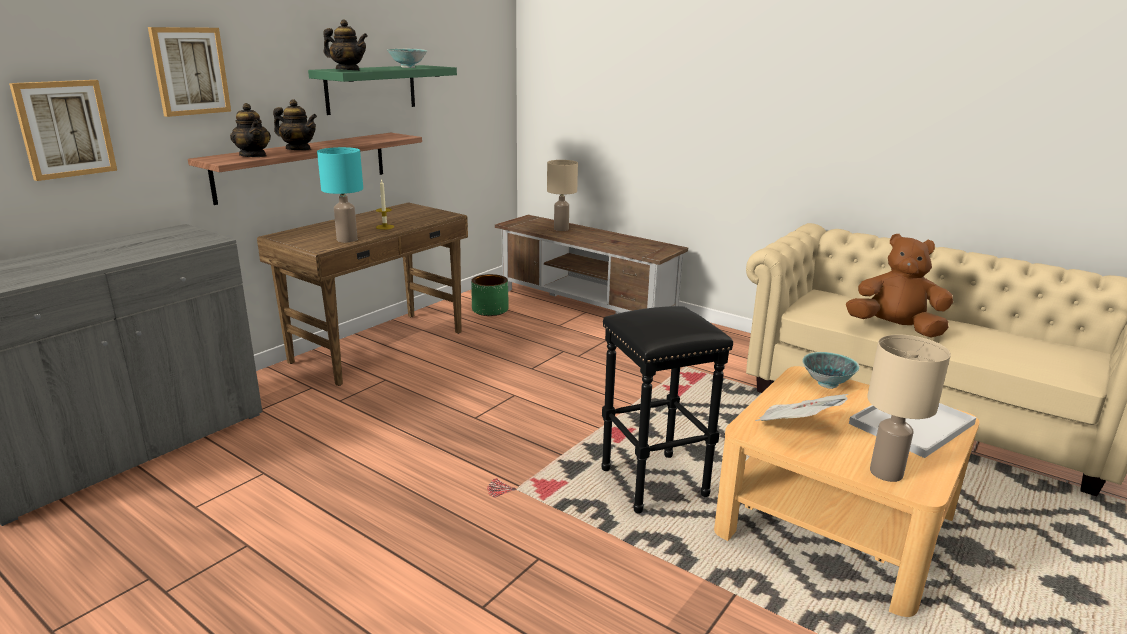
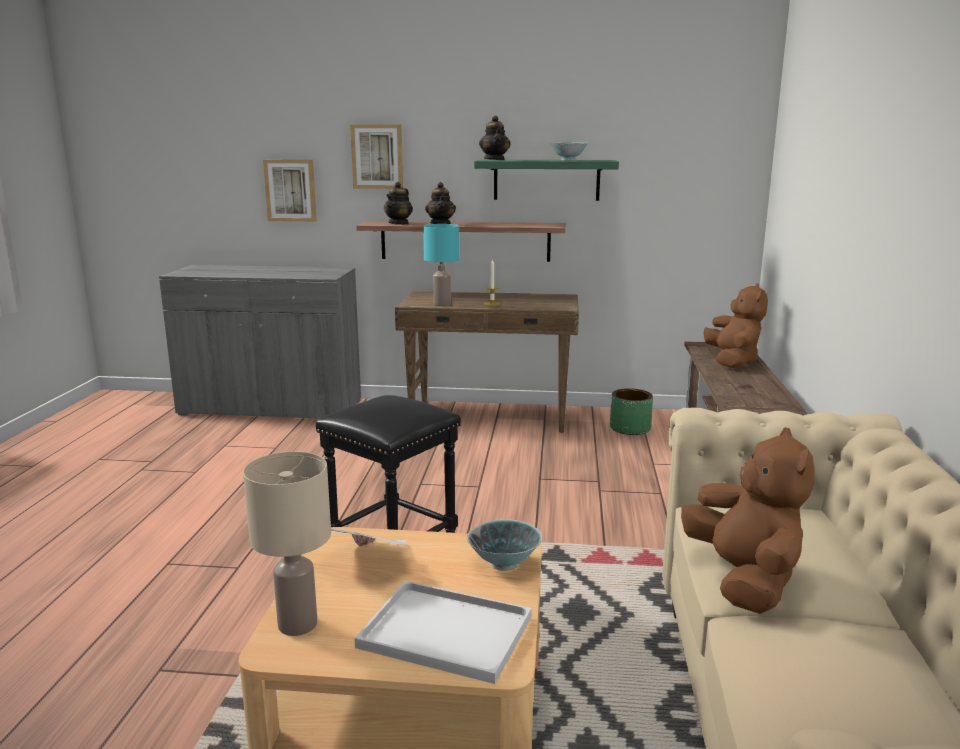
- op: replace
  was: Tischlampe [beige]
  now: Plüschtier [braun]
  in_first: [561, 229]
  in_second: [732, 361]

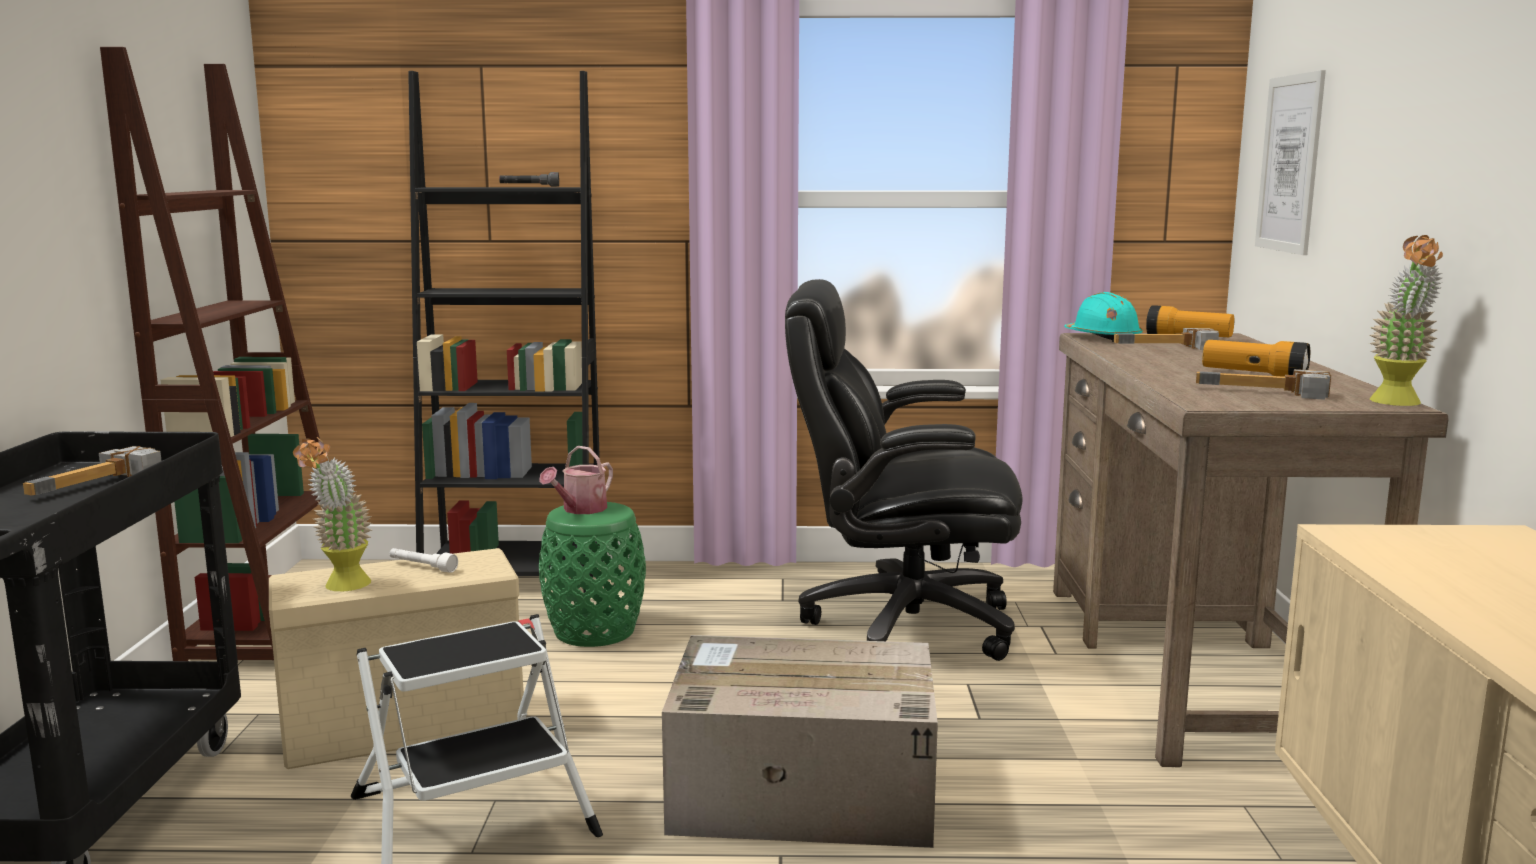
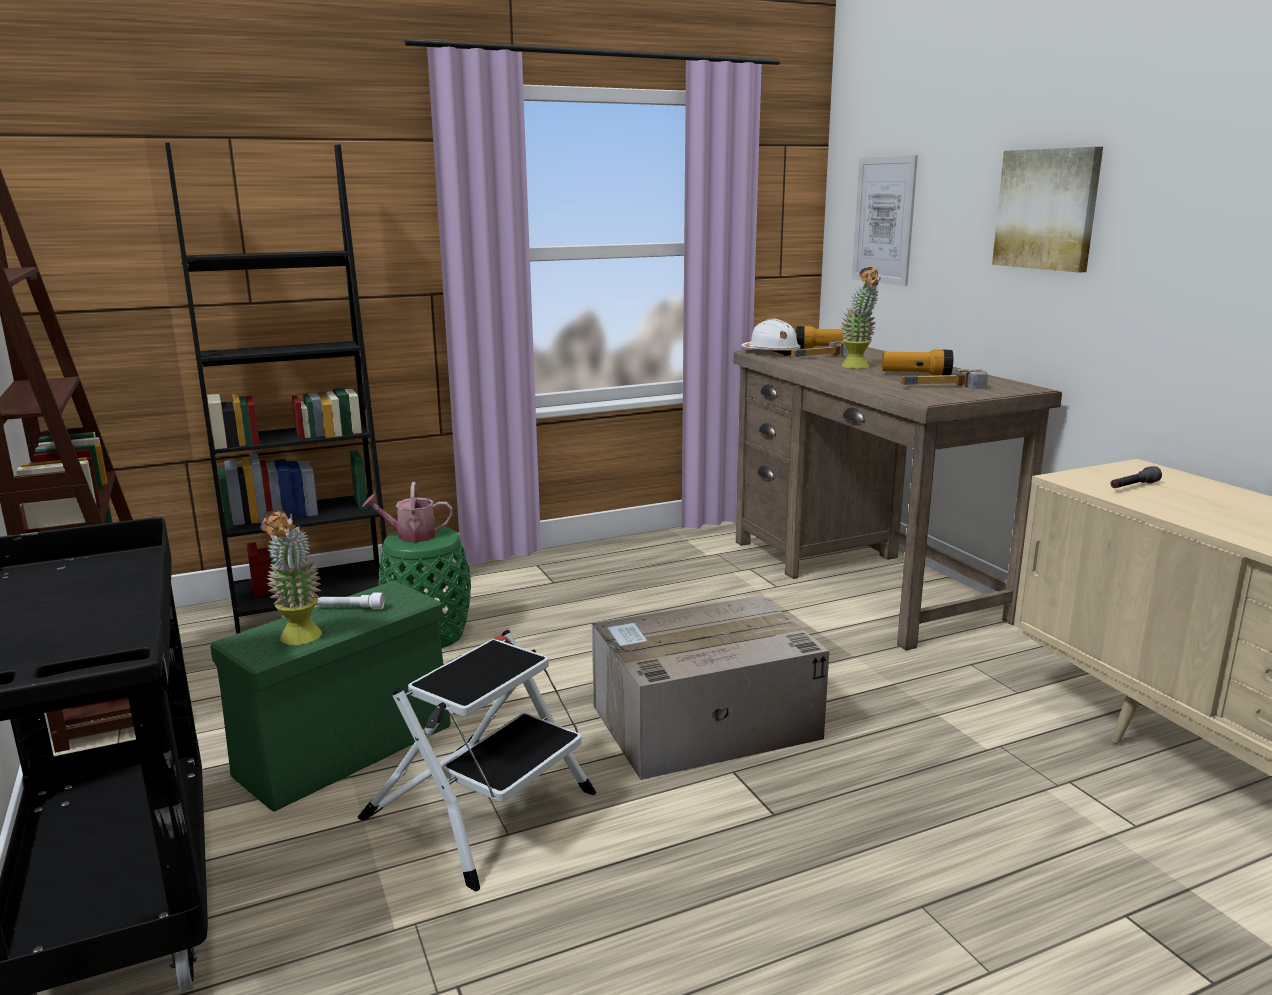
- op: delete
  was: Hammer
  in_first: [101, 483]
- op: recolor
  was: Aufbewahrungsbox [beige]
  now: Aufbewahrungsbox [grün]
  in_first: [408, 727]
  in_second: [348, 749]
- op: move
  was: Taschenlampe [grau]
  in_first: [529, 186]
  in_second: [1133, 487]
- op: rotate
  was: Gießkanne
  in_first: [580, 510]
  in_second: [410, 536]
  clockwise: 75
- op: delete
  was: Bürostuhl [schwarz]
  in_first: [899, 626]
- op: recolor
  was: Schutzhelm [türkis]
  now: Schutzhelm [weiß]
  in_first: [1103, 338]
  in_second: [771, 353]
- op: move
  was: Topfpflanze
  in_first: [1398, 404]
  in_second: [858, 367]
- op: insert
  now: Bild
  in_second: [1047, 209]

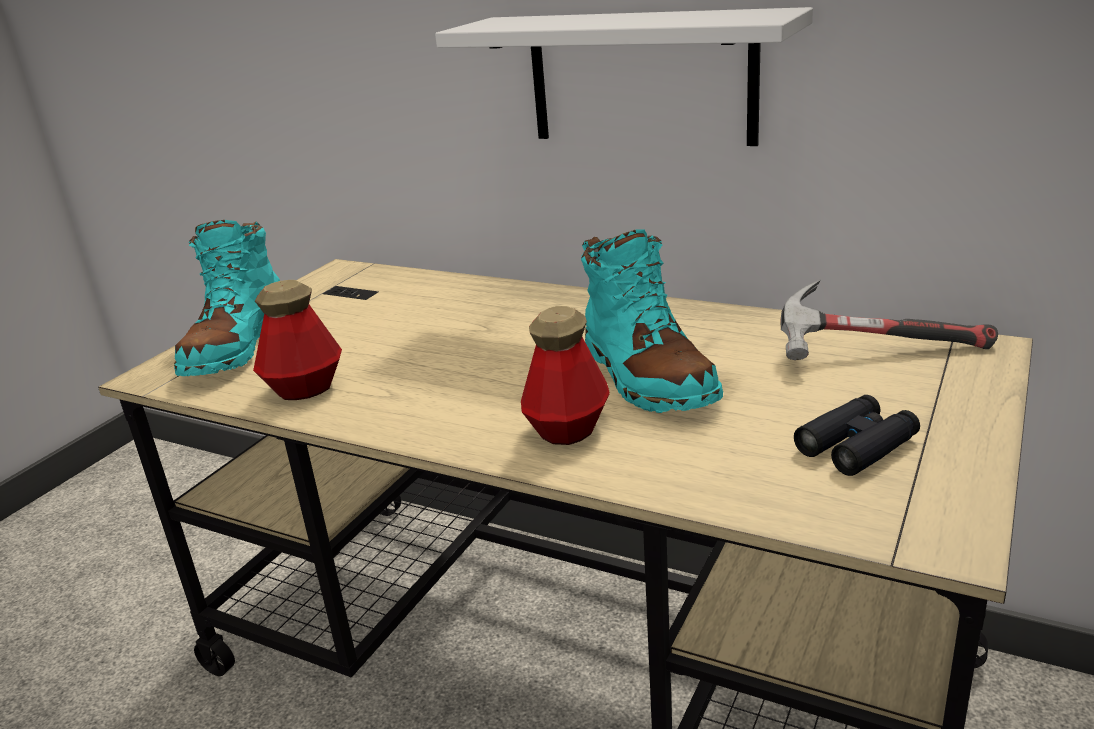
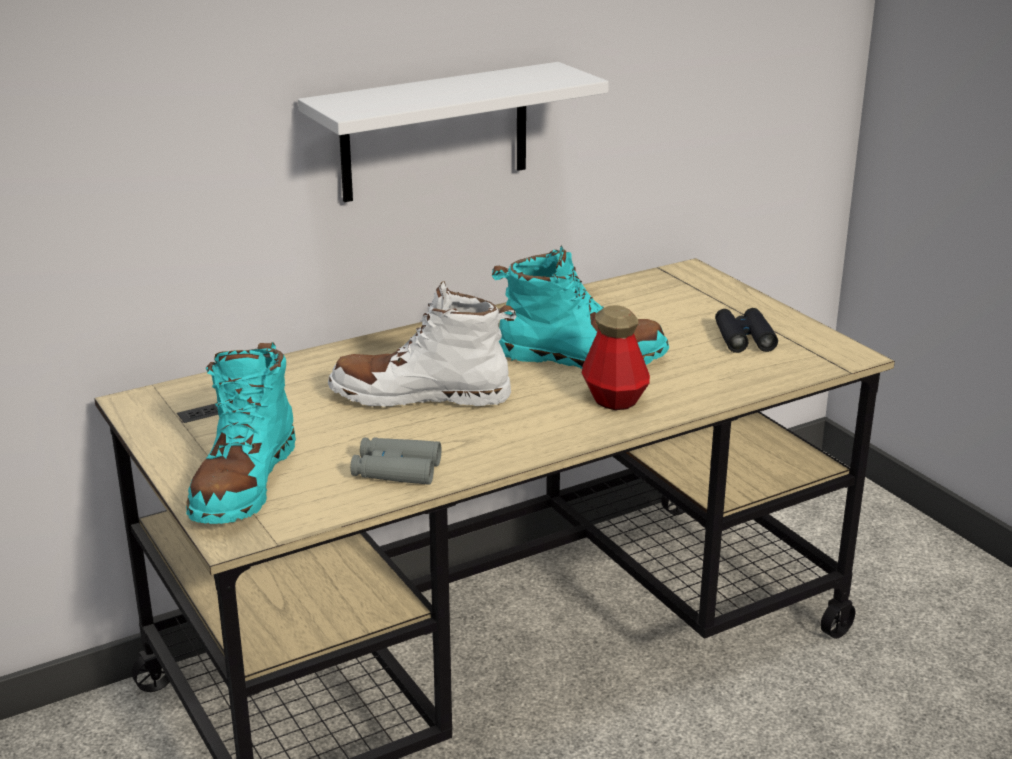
- op: rotate
  was: Stiefel [türkis]
  in_first: [237, 347]
  in_second: [244, 483]
  clockwise: 60
- op: replace
  was: Flasche
  now: Fernglas [grau]
  in_first: [304, 389]
  in_second: [396, 470]
- op: delete
  was: Hammer
  in_first: [877, 352]
- op: insert
  now: Stiefel [weiß]
  in_second: [421, 396]

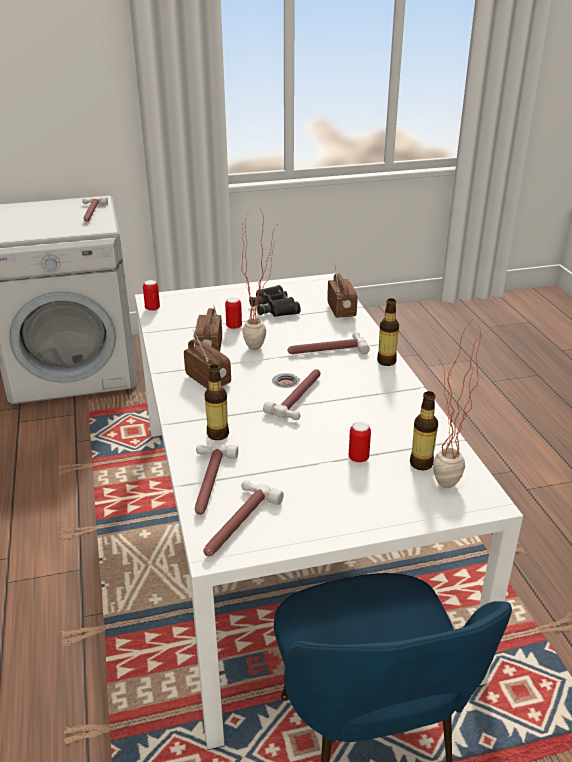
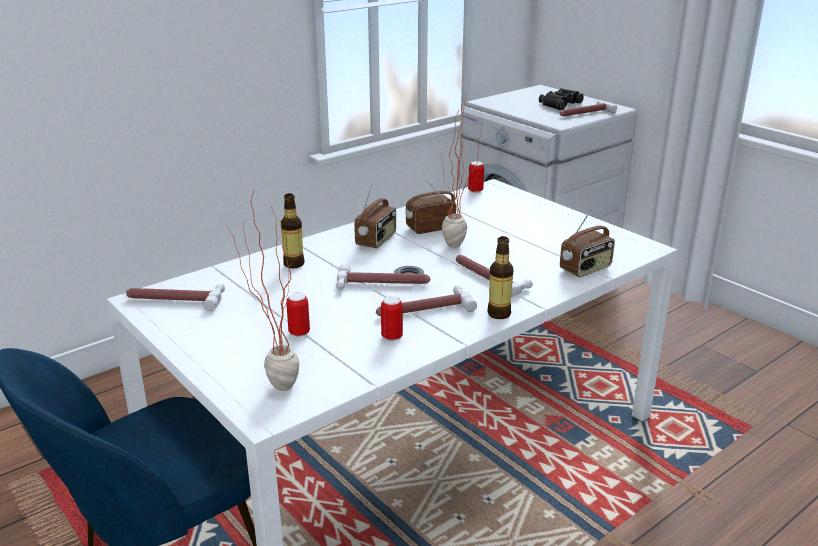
- op: move
  was: Hammer
  in_first: [208, 483]
  in_second: [423, 309]
- op: move
  was: Dose
  in_first: [234, 327]
  in_second: [392, 336]
- op: move
  was: Fernglas [schwarz]
  in_first: [274, 307]
  in_second: [559, 104]
- op: delete
  was: Flasche
  in_first: [421, 464]

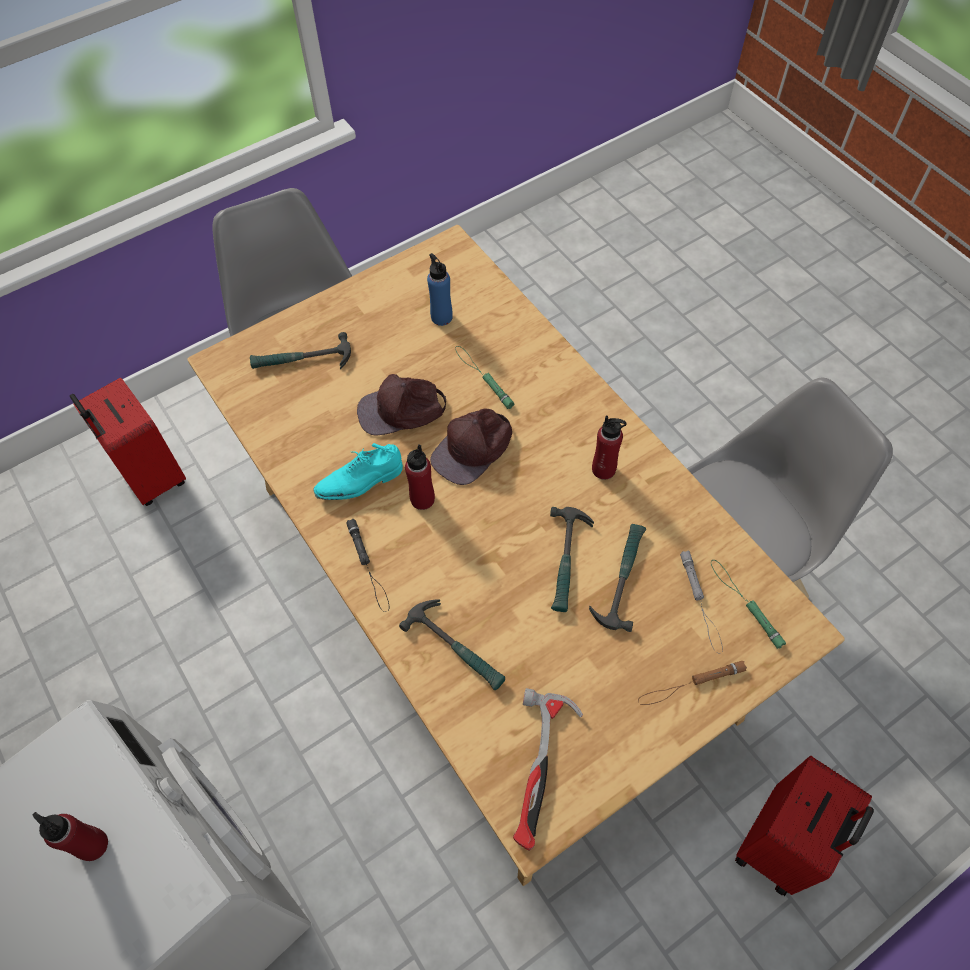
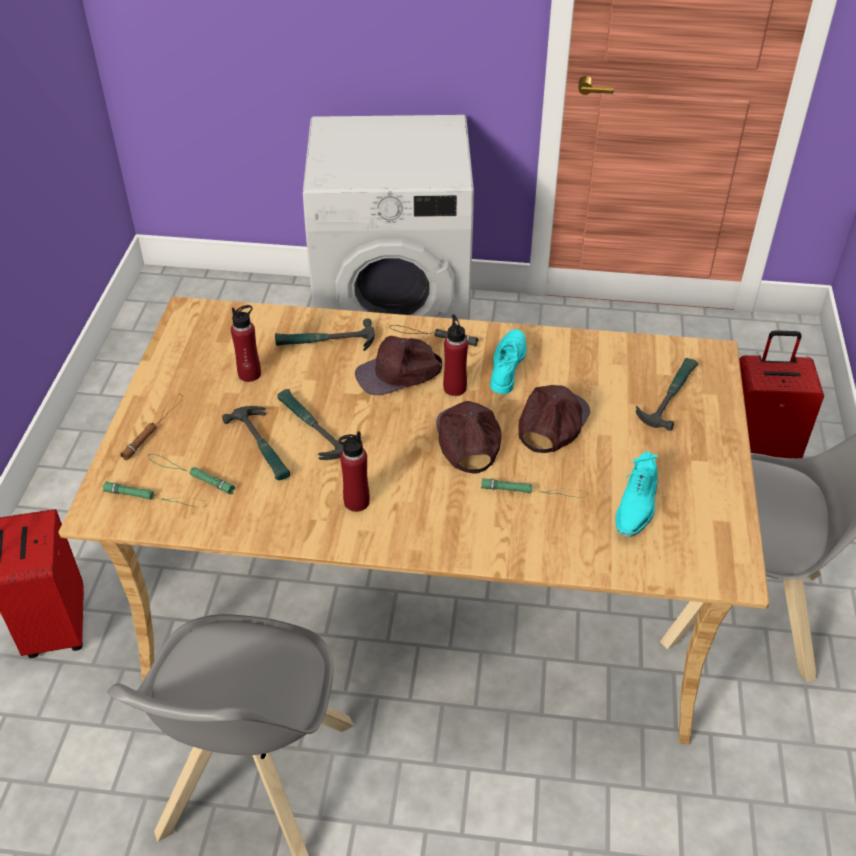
- op: move
  was: Flasche [rot]
  in_first: [92, 844]
  in_second: [249, 374]
- op: replace
  was: Flasche [blau]
  now: Schuh [türkis]
  in_first: [441, 317]
  in_second: [636, 507]
- op: delete
  was: Hammer
  in_first: [541, 770]
- op: recolor
  was: Taschenlampe [grau]
  now: Taschenlampe [grün]
  in_first: [701, 602]
  in_second: [190, 474]
- op: insert
  now: Kappe [braun]
  in_second: [399, 373]

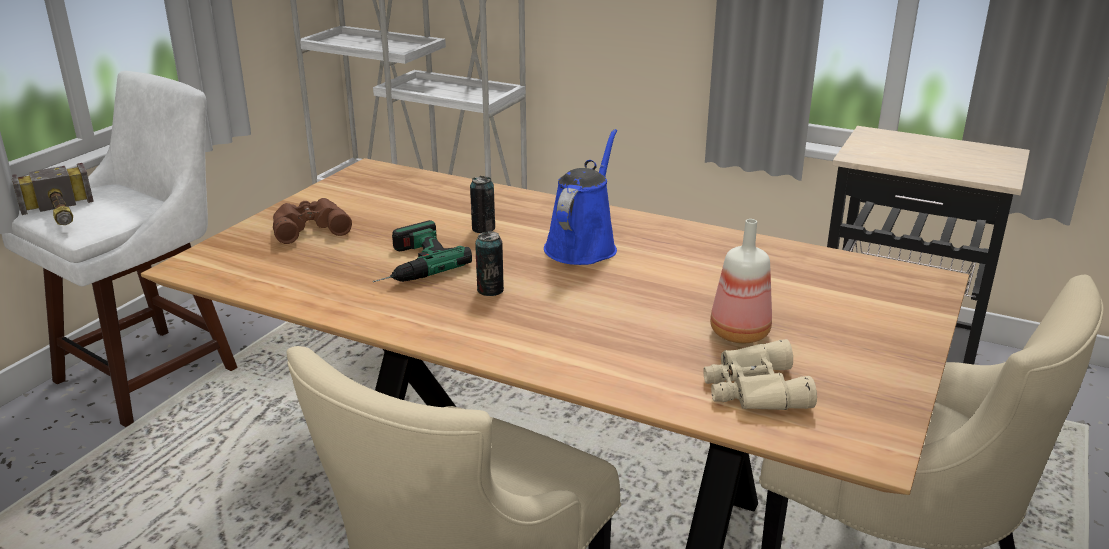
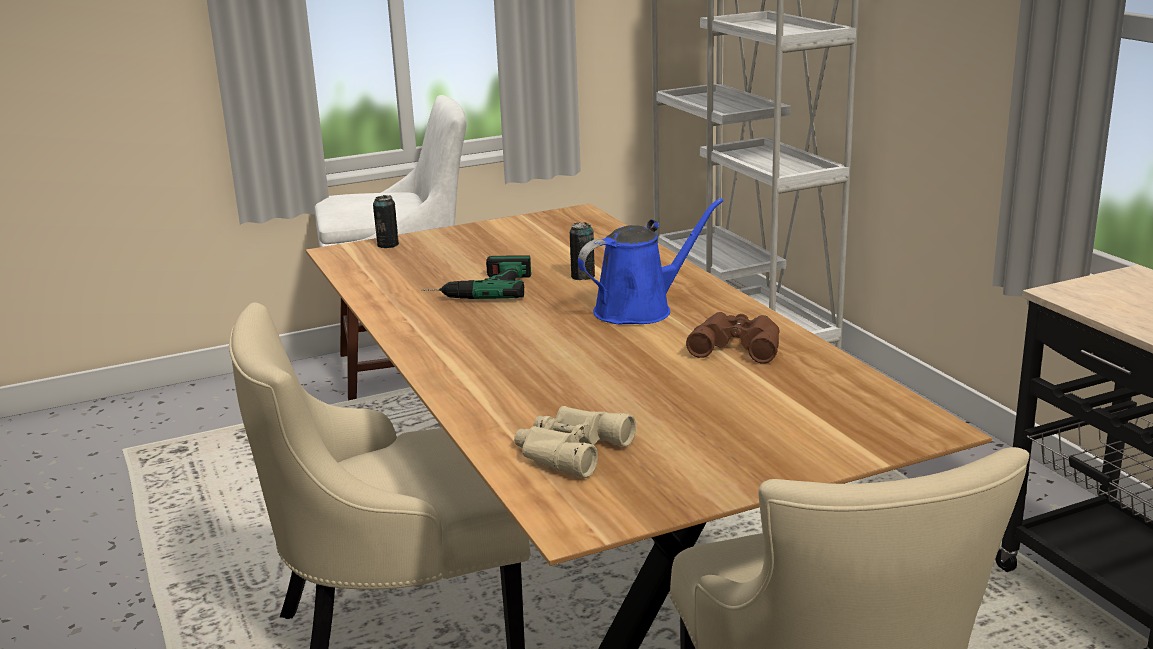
- op: delete
  was: Hammer
  in_first: [61, 216]
- op: move
  was: Fernglas [braun]
  in_first: [309, 227]
  in_second: [737, 345]
- op: move
  was: Dose
  in_first: [490, 290]
  in_second: [388, 245]
- op: delete
  was: Flasche
  in_first: [737, 333]

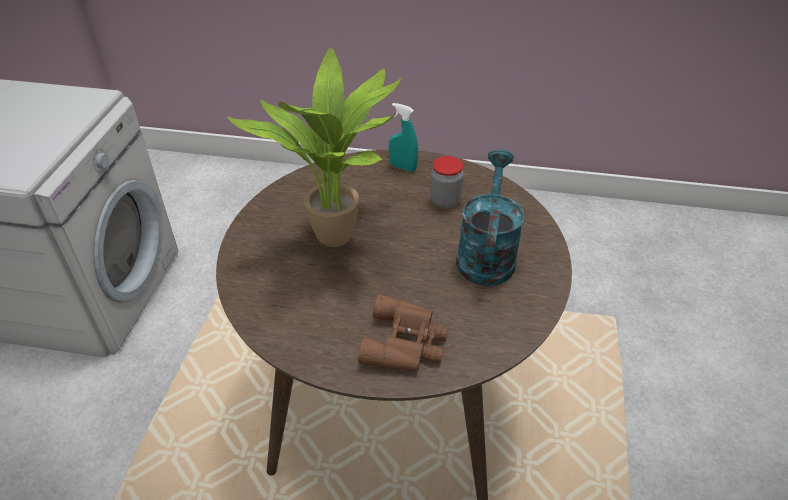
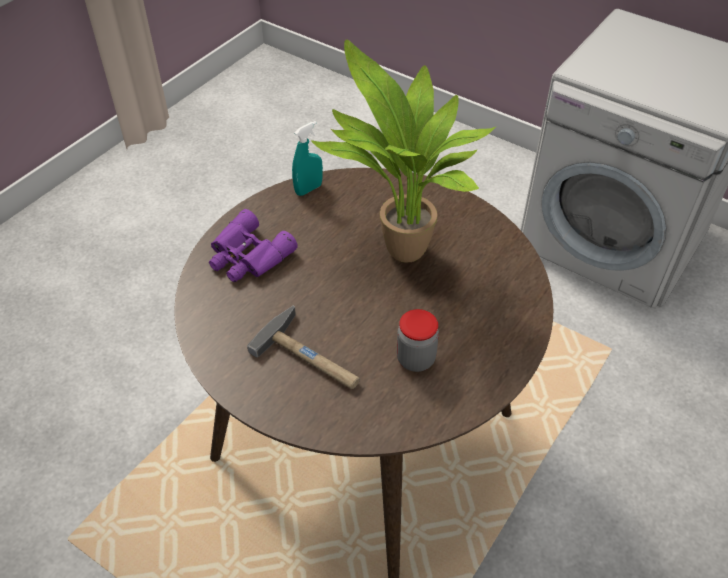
- op: recolor
  was: Fernglas [braun]
  now: Fernglas [lila]
  in_first: [406, 342]
  in_second: [247, 256]
- op: move
  was: Sprühflasche [türkis]
  in_first: [403, 167]
  in_second: [308, 189]
- op: replace
  was: Gießkanne [türkis]
  now: Hammer
  in_first: [486, 253]
  in_second: [311, 357]

